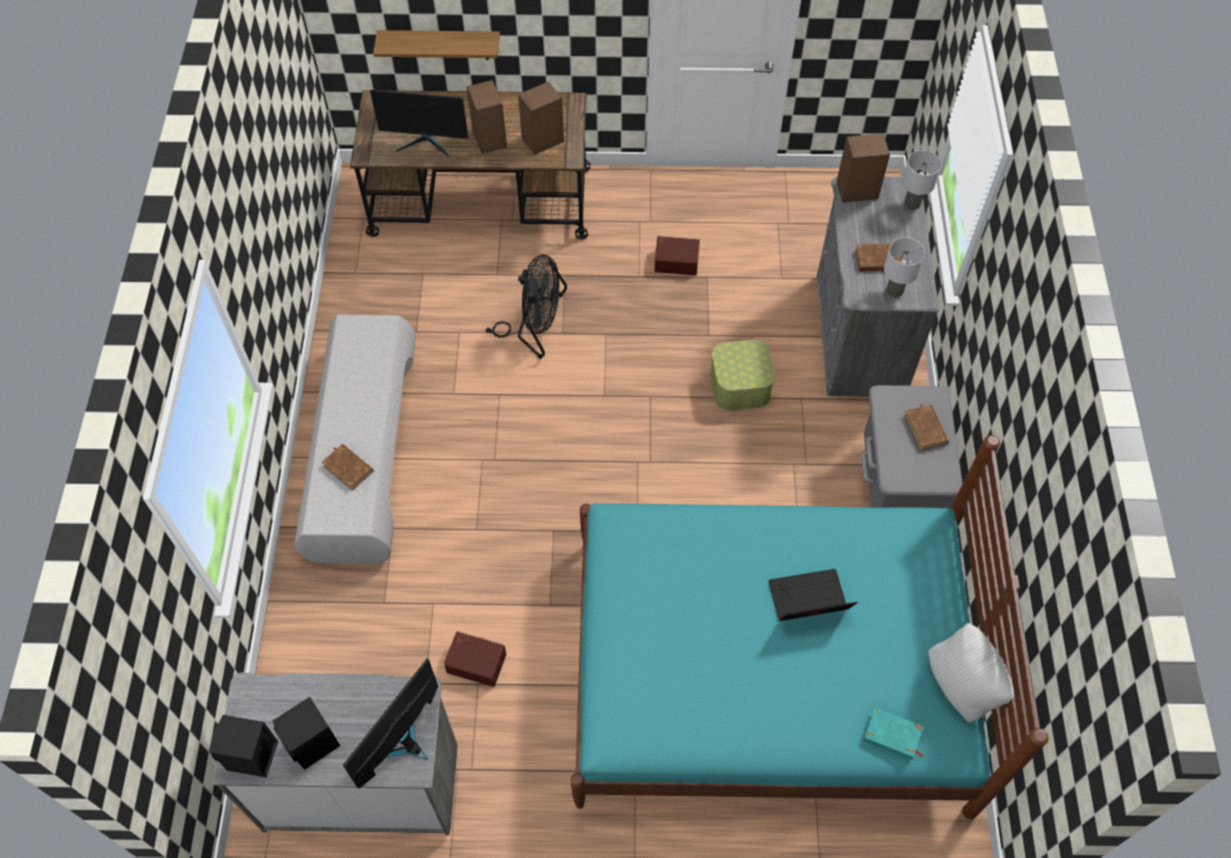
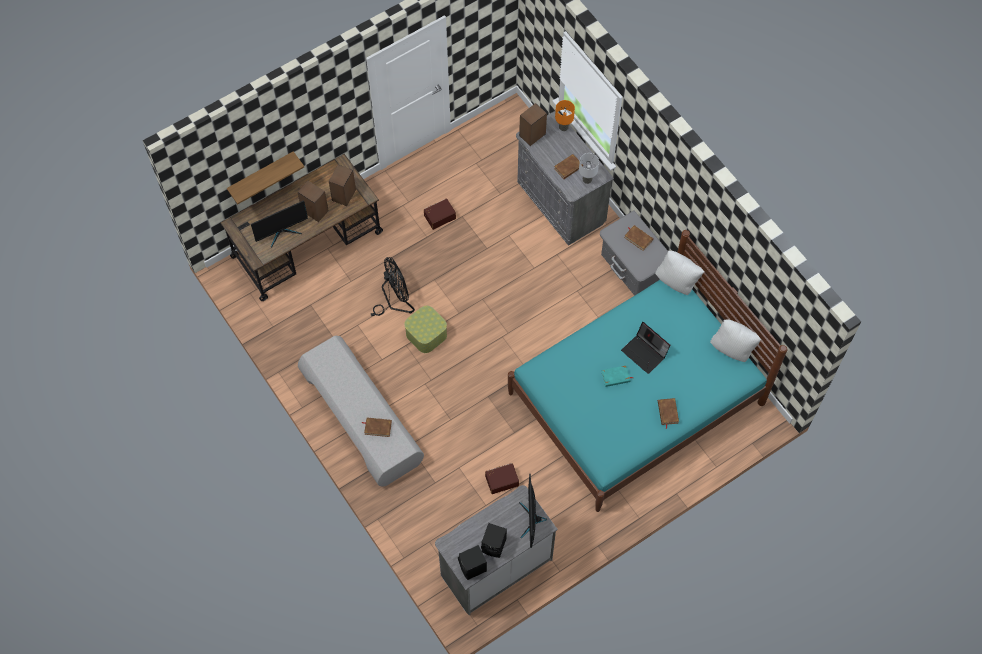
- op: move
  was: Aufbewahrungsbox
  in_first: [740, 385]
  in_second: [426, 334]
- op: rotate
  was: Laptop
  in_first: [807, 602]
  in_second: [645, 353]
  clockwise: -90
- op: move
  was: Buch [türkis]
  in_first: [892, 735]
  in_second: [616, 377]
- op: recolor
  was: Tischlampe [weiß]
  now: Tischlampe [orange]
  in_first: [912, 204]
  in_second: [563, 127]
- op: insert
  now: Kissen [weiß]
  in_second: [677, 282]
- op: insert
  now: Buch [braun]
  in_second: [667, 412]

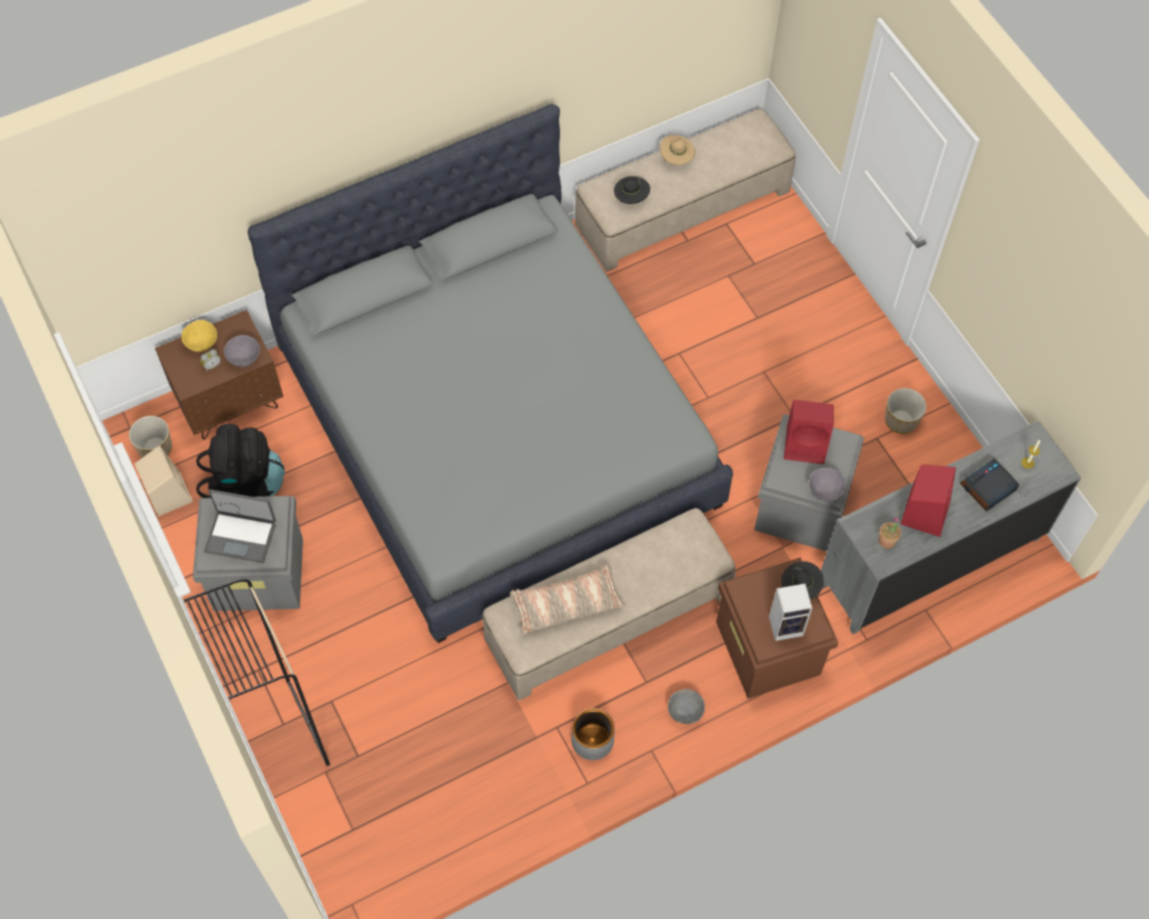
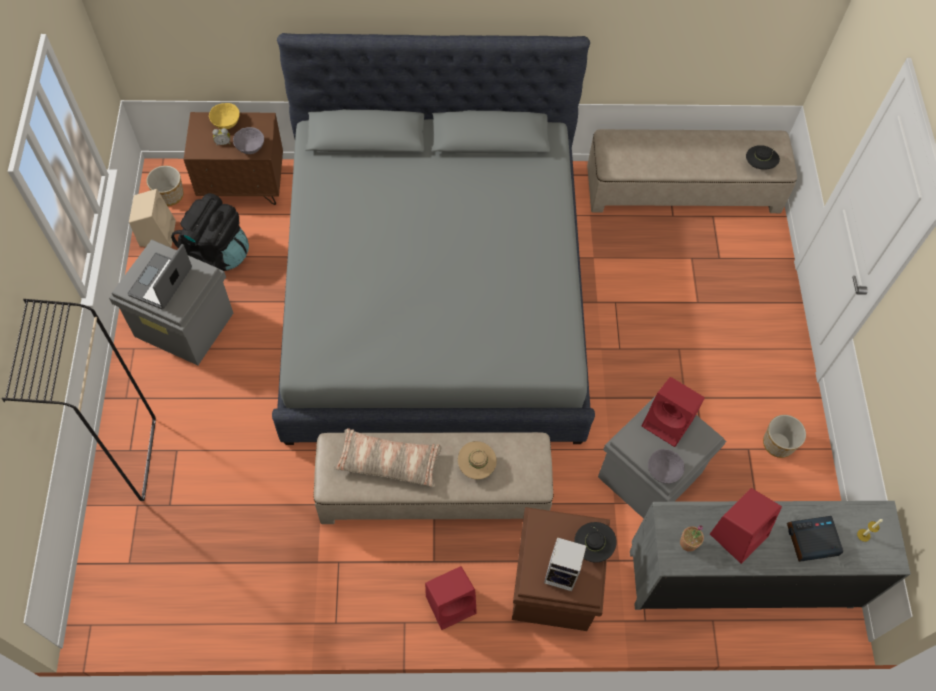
- op: rotate
  was: Laptop
  in_first: [241, 536]
  in_second: [161, 282]
  clockwise: 75
- op: delete
  was: Pflanzkübel [grau]
  in_first: [592, 741]
- op: move
  was: Hut [schwarz]
  in_first: [631, 198]
  in_second: [759, 165]
- op: move
  was: Hut [beige]
  in_first: [676, 158]
  in_second: [476, 466]
- op: replace
  was: Schüssel [grau]
  now: Lautsprecher [rot]
  in_first: [685, 711]
  in_second: [452, 603]

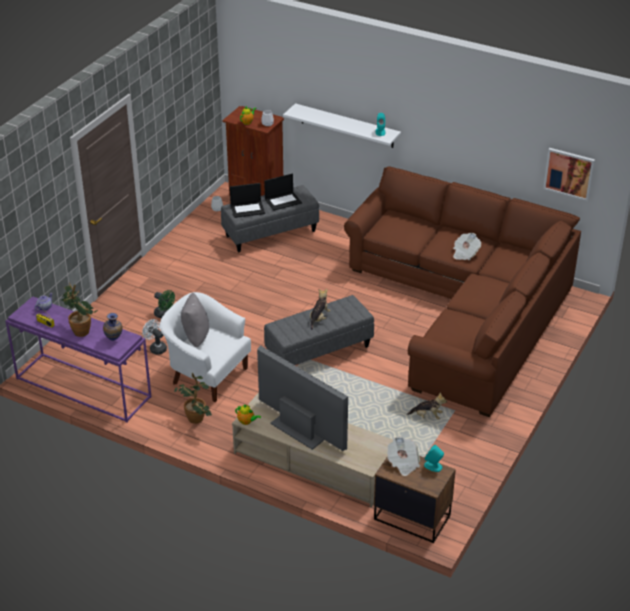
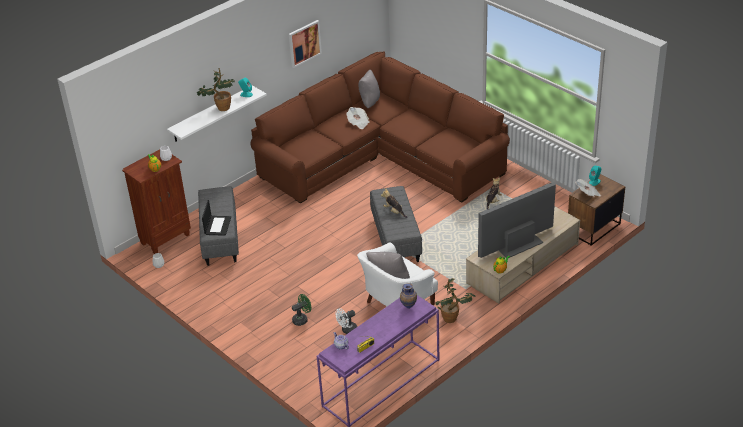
- op: move
  was: Topfpflanze
  in_first: [80, 329]
  in_second: [220, 108]
- op: delete
  was: Laptop
  in_first: [283, 201]
- op: move
  was: Bild
  in_first: [569, 173]
  in_second: [304, 43]
- op: insert
  now: Kissen [grau]
  in_second: [369, 102]

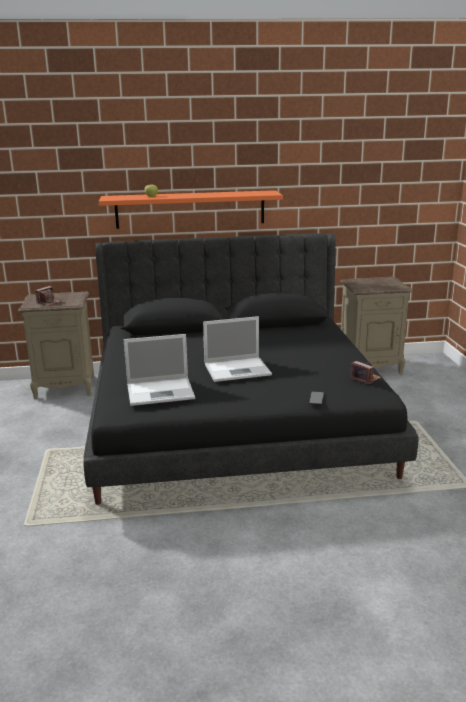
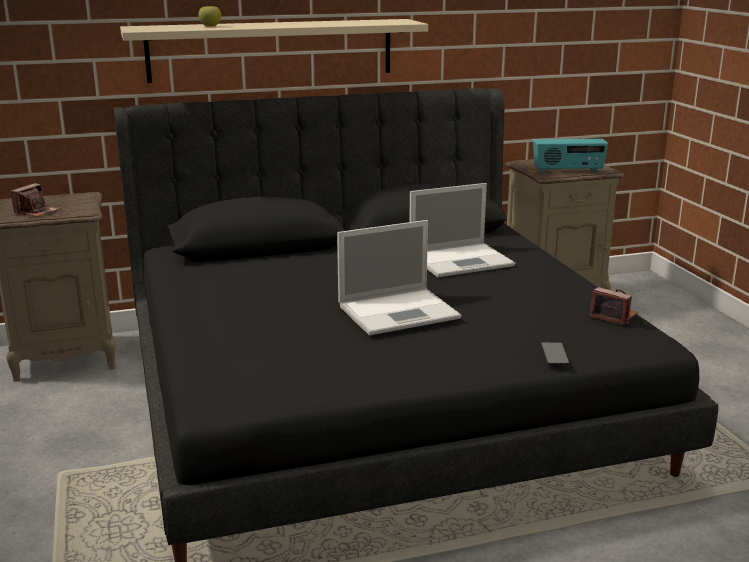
- op: recolor
  was: Wandregal [orange]
  now: Wandregal [beige]
  in_first: [190, 209]
  in_second: [271, 50]
- op: move
  was: Laptop
  in_first: [161, 391]
  in_second: [462, 260]
- op: insert
  now: Radio
  in_second: [568, 171]

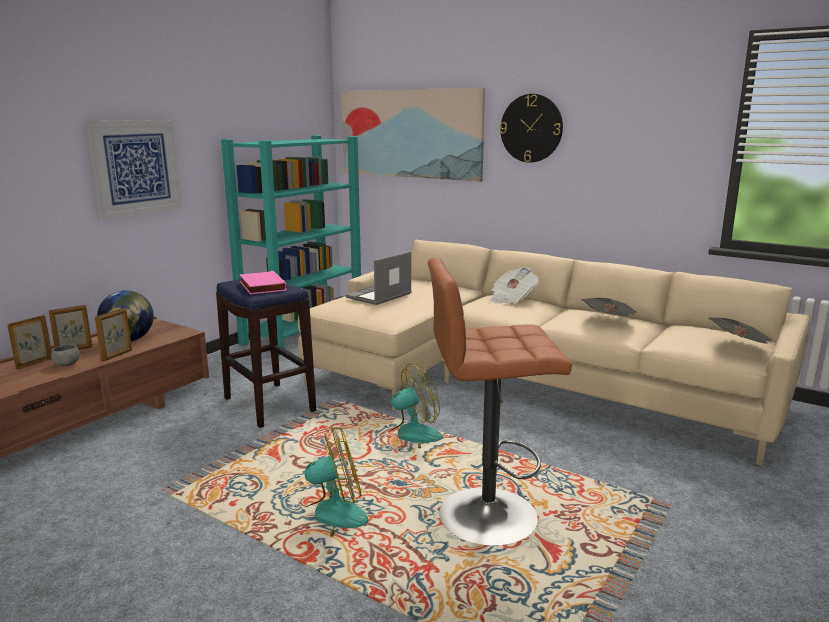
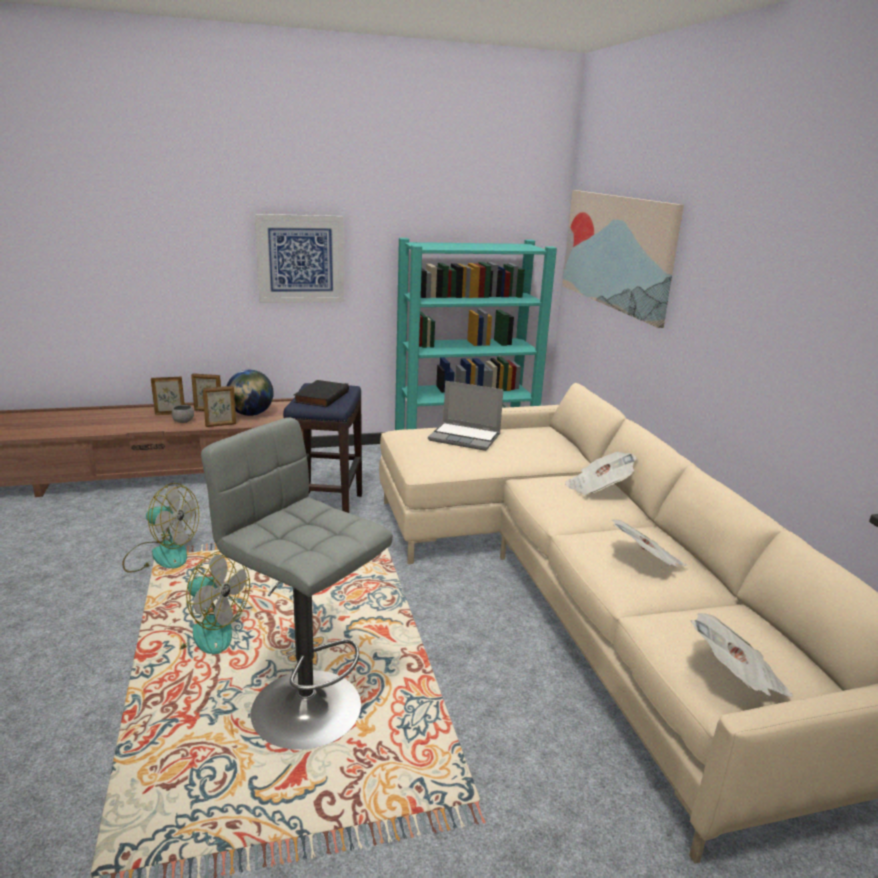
- op: recolor
  was: Buch [rosa]
  now: Buch [schwarz]
  in_first: [261, 286]
  in_second: [320, 396]
- op: rotate
  was: Laptop
  in_first: [379, 296]
  in_second: [465, 437]
  clockwise: -150
- op: move
  was: Ventilator
  in_first: [409, 438]
  in_second: [161, 555]
- op: recolor
  was: Hocker [braun]
  now: Hocker [grau]
  in_first: [486, 515]
  in_second: [306, 707]
- op: delete
  was: Wanduhr
  in_first: [531, 128]

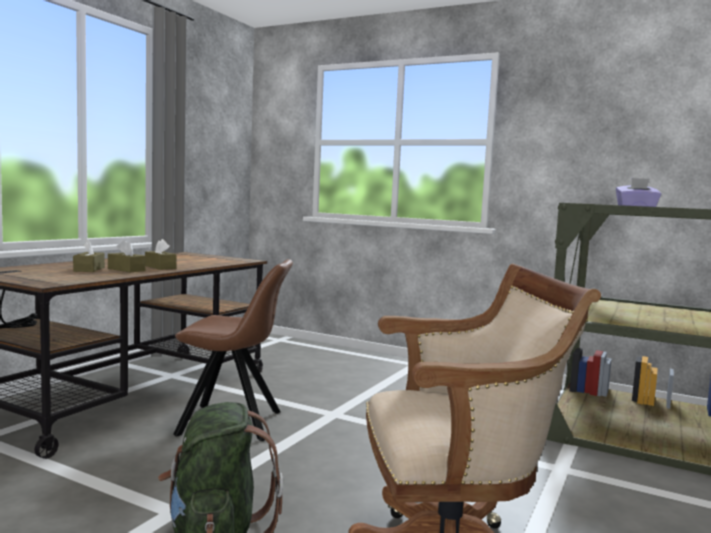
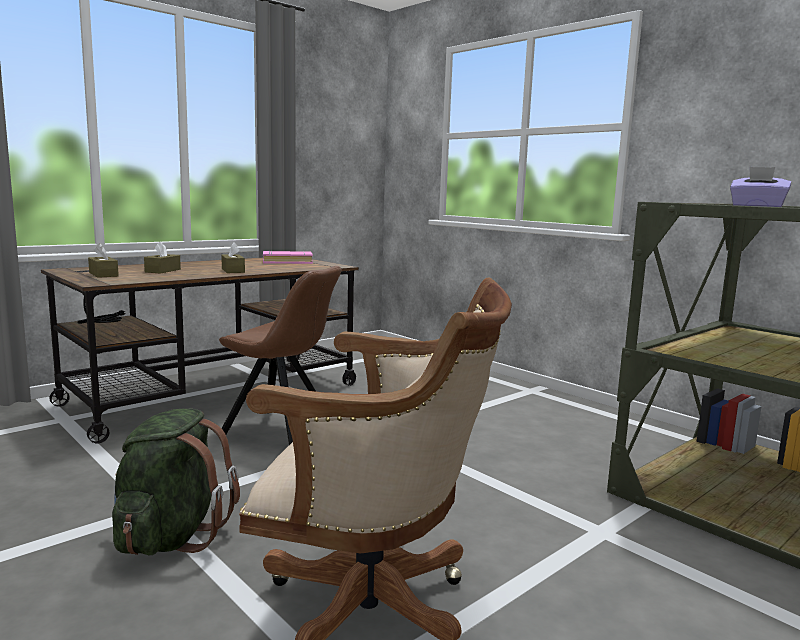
- op: move
  was: Taschentuchbox [braun]
  in_first: [126, 269]
  in_second: [103, 274]
- op: insert
  now: Buch [rosa]
  in_second: [287, 262]

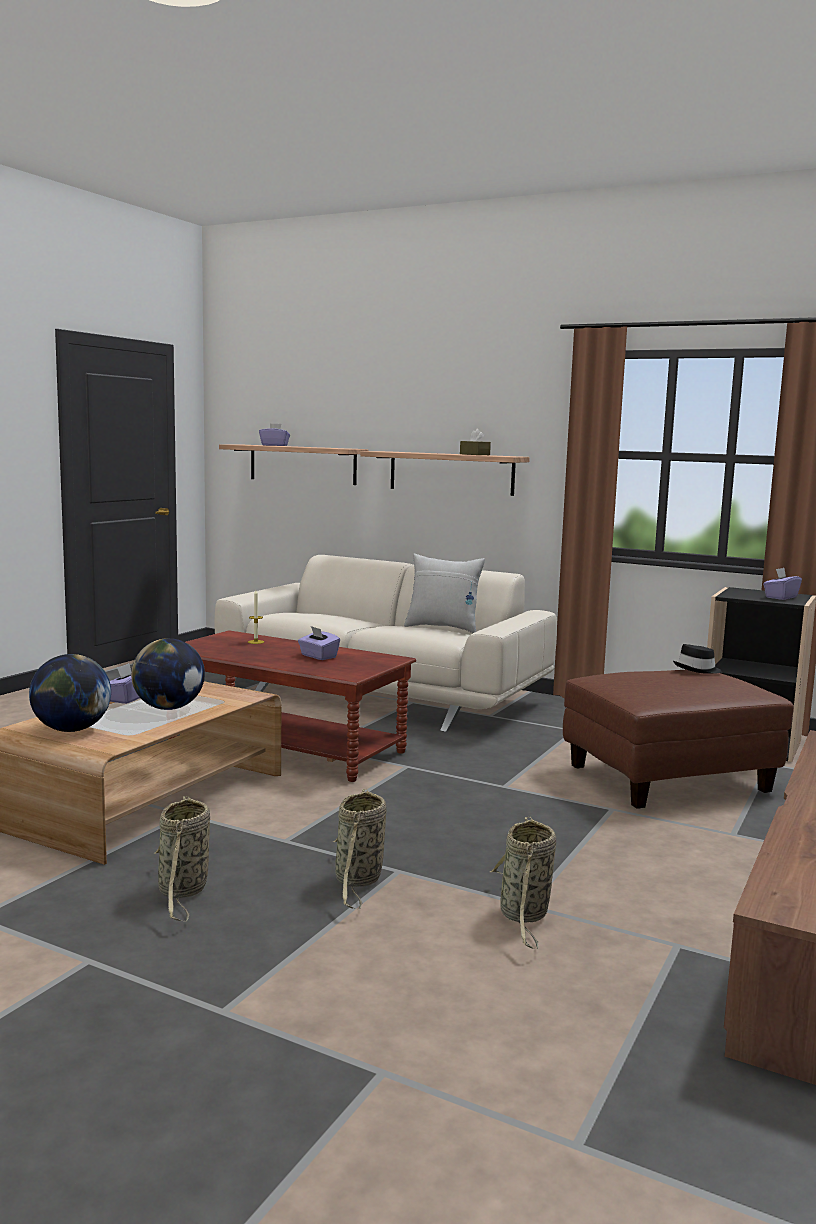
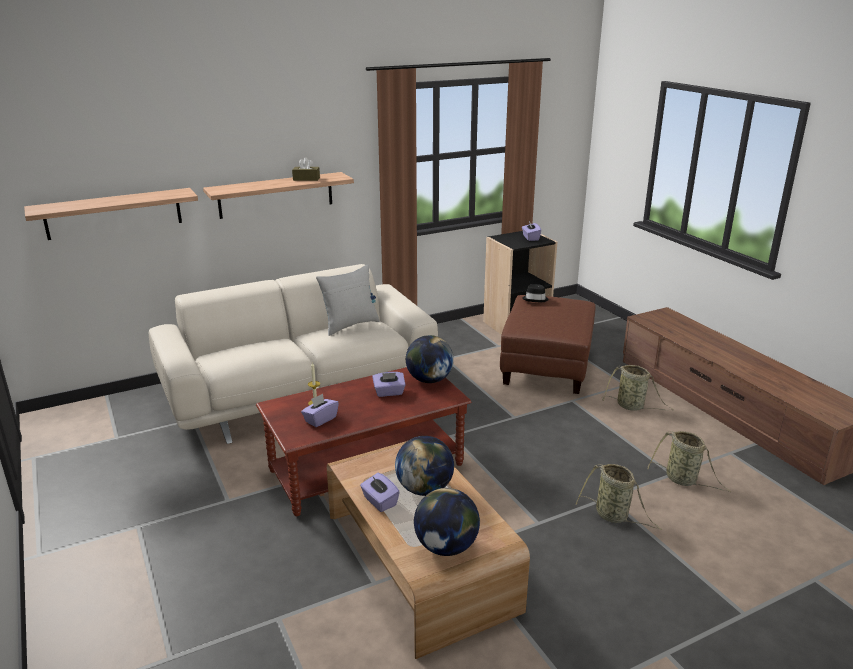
- op: move
  was: Korb
  in_first: [183, 892]
  in_second: [632, 406]
- op: move
  was: Taschentuchbox [lila]
  in_first: [274, 445]
  in_second: [320, 419]
- op: insert
  now: Globus
  in_second: [429, 380]

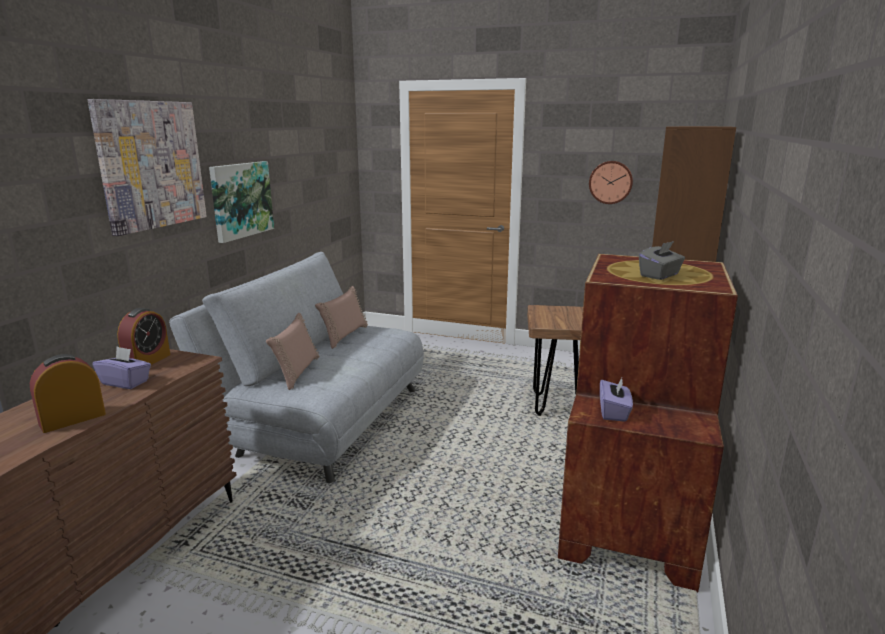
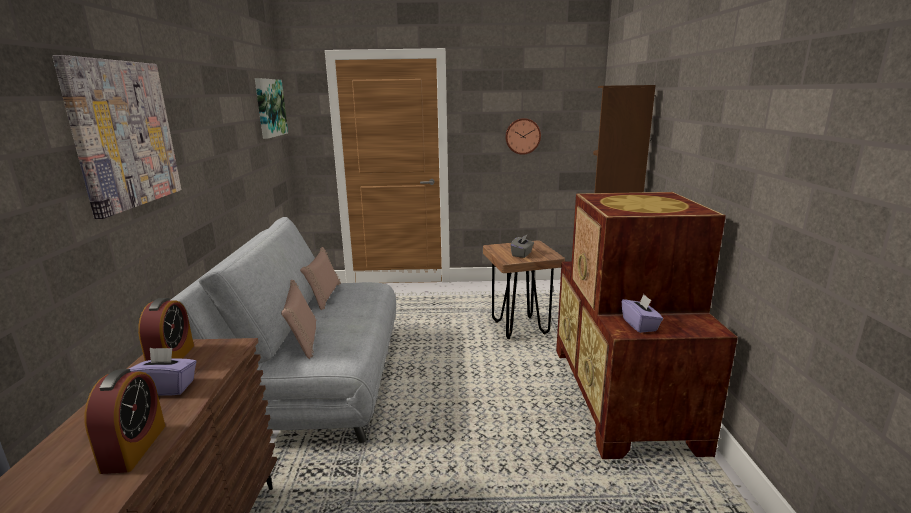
- op: rotate
  was: Wecker
  in_first: [72, 419]
  in_second: [134, 448]
  clockwise: 150
- op: move
  was: Bild
  in_first: [241, 200]
  in_second: [269, 108]
- op: move
  was: Taschentuchbox [grau]
  in_first: [660, 275]
  in_second: [522, 254]

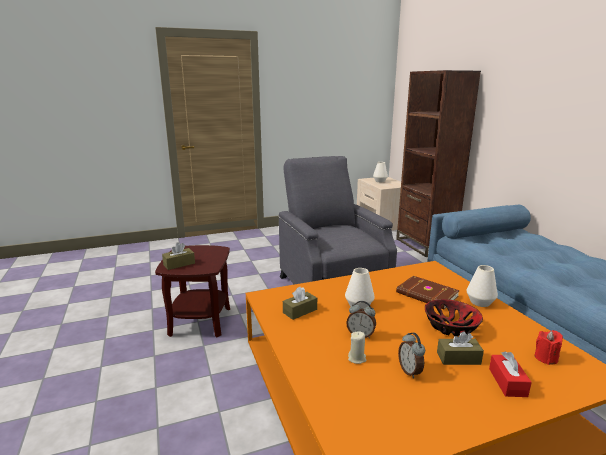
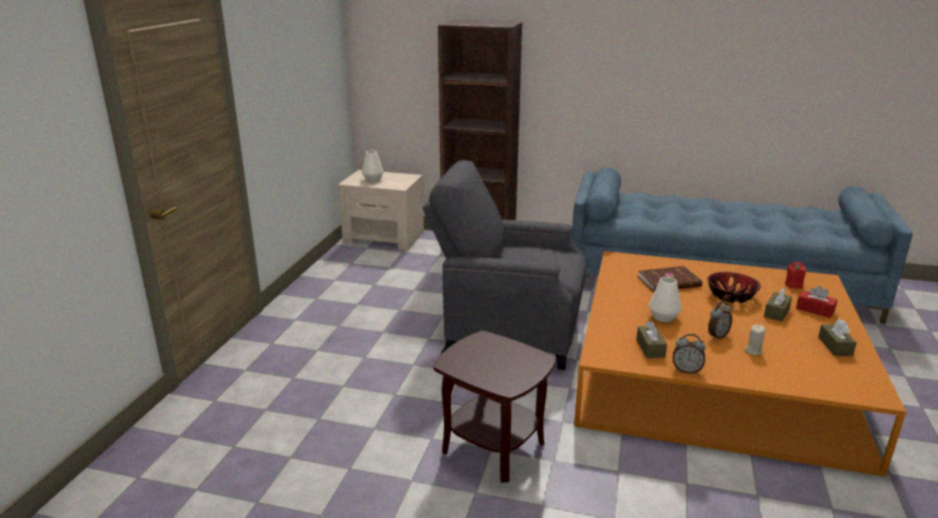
- op: move
  was: Taschentuchbox [braun]
  in_first: [179, 264]
  in_second: [835, 346]
- op: move
  was: Wecker
  in_first: [410, 371]
  in_second: [686, 370]
- op: delete
  was: Vase [weiß]
  in_first: [480, 302]

